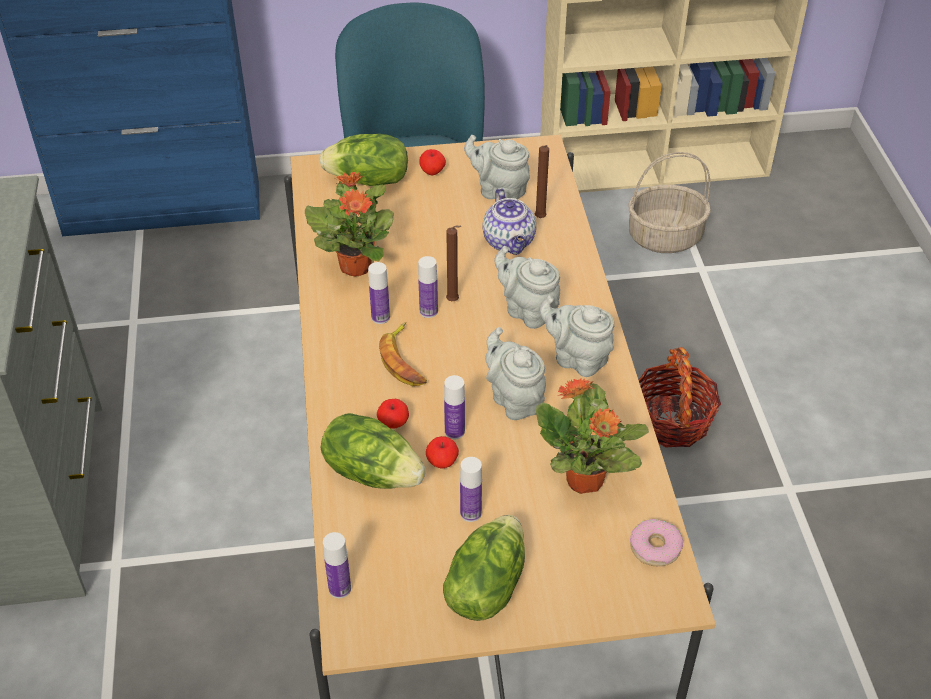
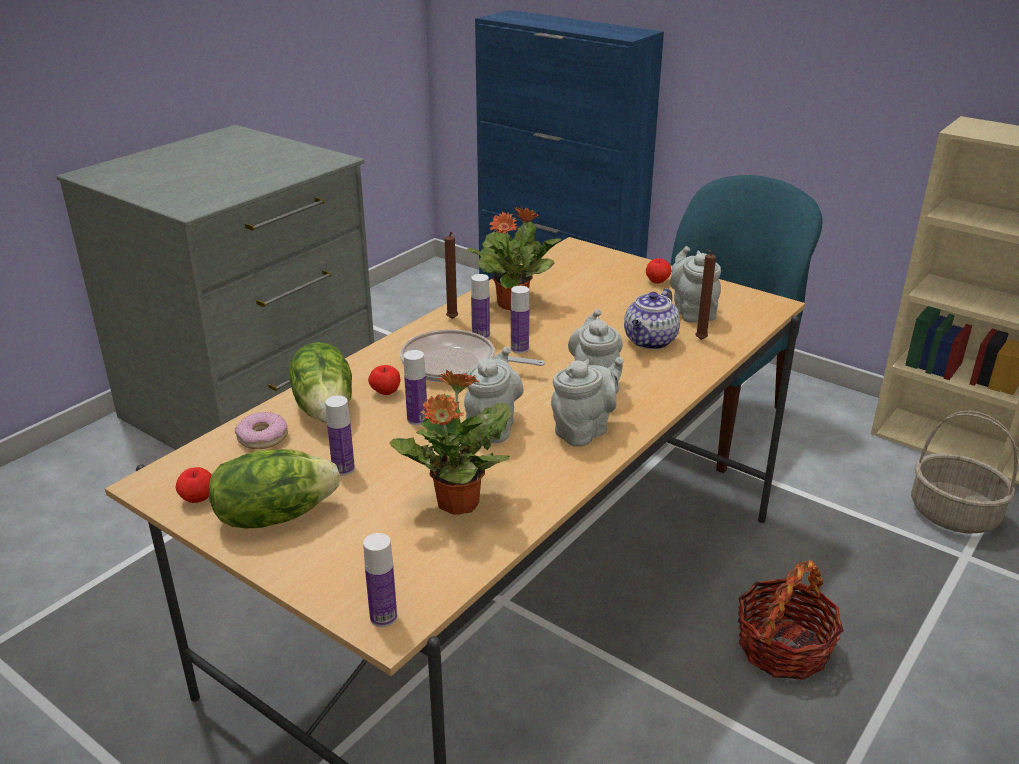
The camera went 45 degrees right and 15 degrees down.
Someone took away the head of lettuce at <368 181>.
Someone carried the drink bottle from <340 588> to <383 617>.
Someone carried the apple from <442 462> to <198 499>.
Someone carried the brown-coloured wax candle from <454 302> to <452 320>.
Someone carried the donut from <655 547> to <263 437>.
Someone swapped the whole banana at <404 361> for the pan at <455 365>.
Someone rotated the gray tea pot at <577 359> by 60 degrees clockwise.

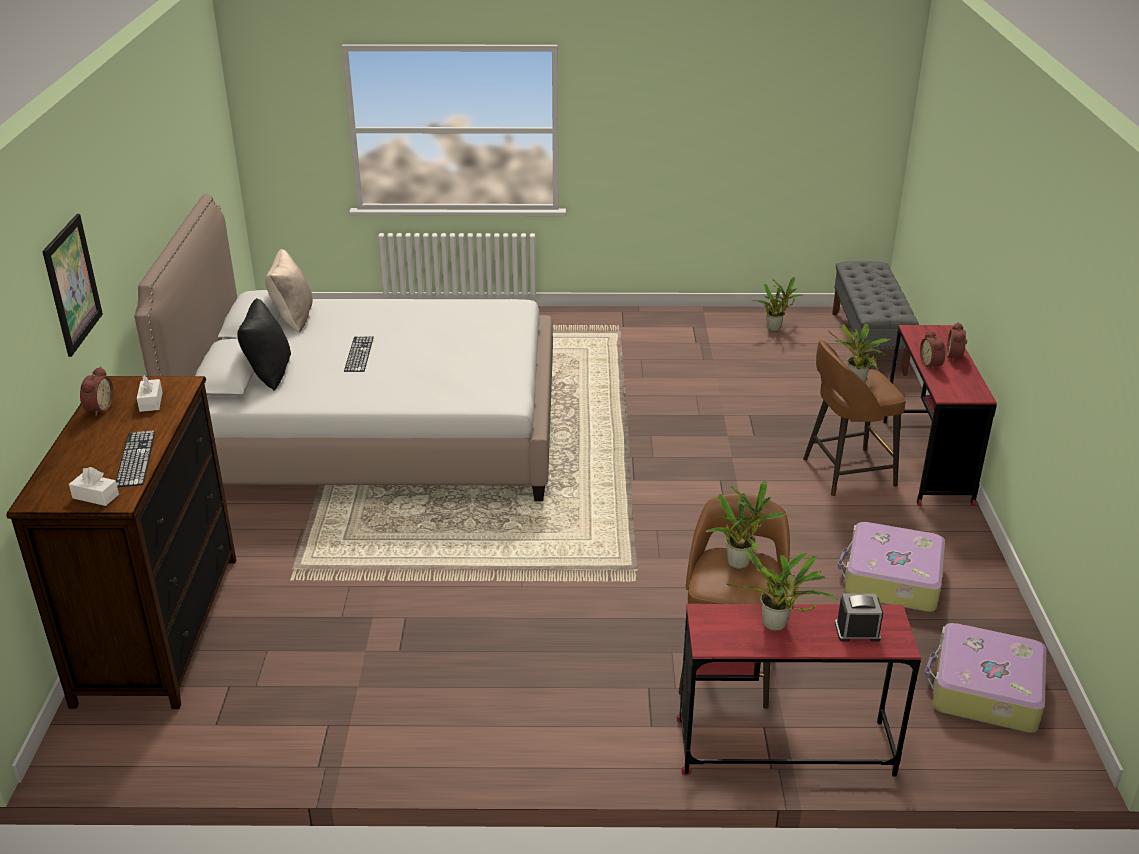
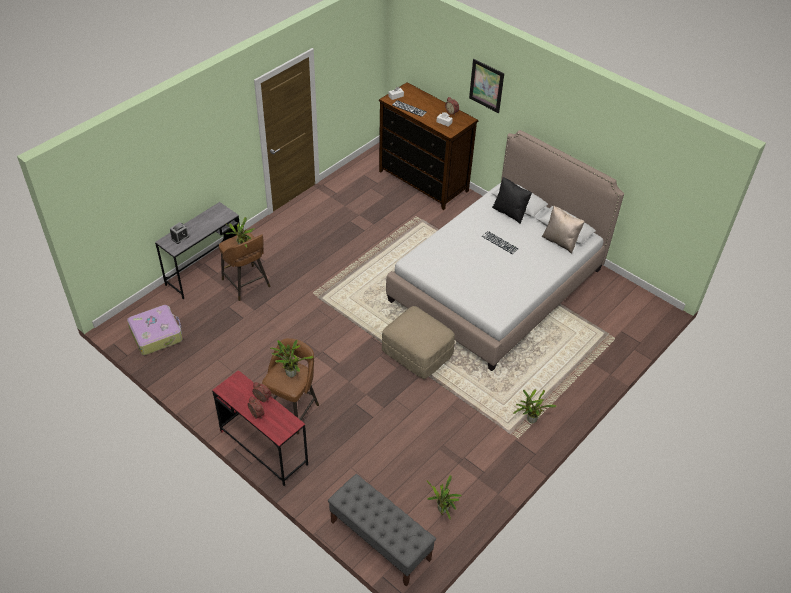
The camera went 130 degrees right and 15 degrees up.
Someone took away the travel case at <891 579>.
Someone put down the sand-coloured ottoman at <417 353>.
Someone carried the plant in a pot from <777 626> to <530 419>.
Someone repainted the reddish desk unit at <784 748>, which became the gray desk unit at <205 271>.

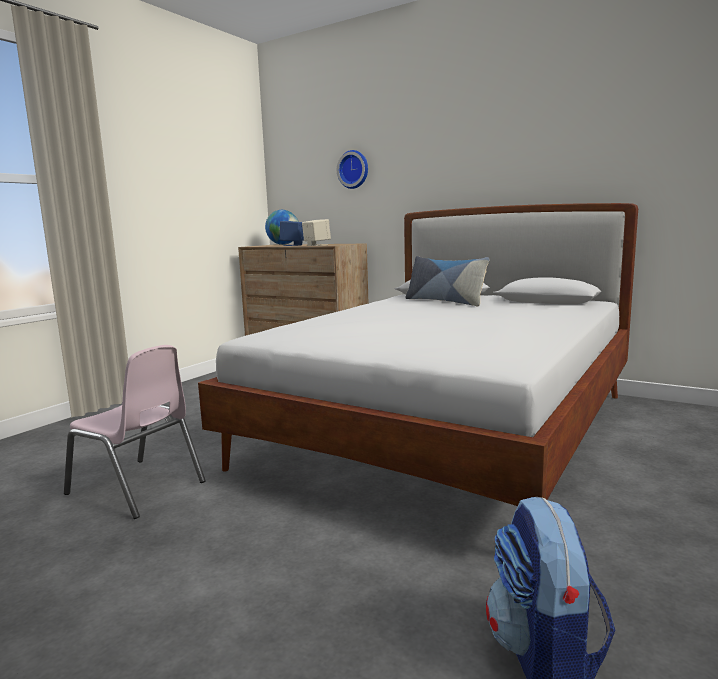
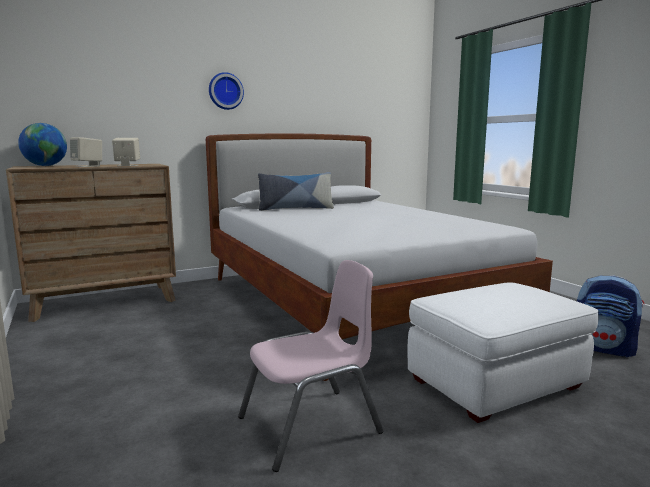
The camera went 60 degrees left and 0 degrees up.
Someone put down the white ottoman at <496 383>.
Someone carried the hanging clock from <354 169> to <225 91>.
Someone repainted the bluish audio speaker at <293 245>, which became the sand-coloured audio speaker at <88 166>.

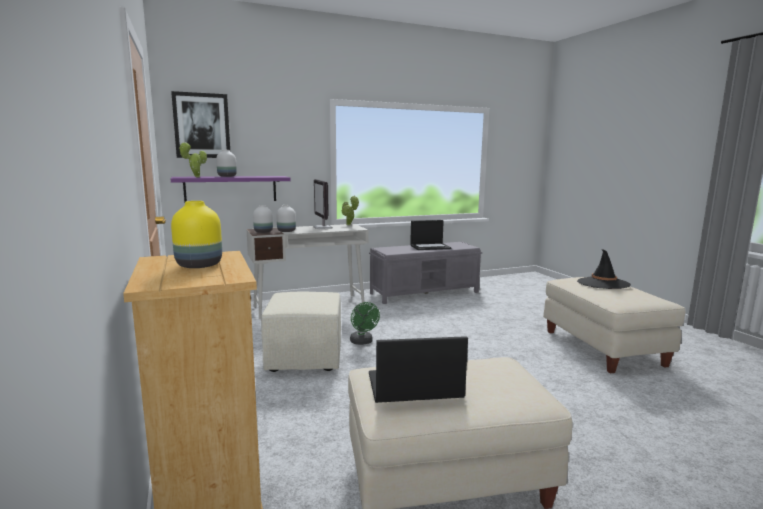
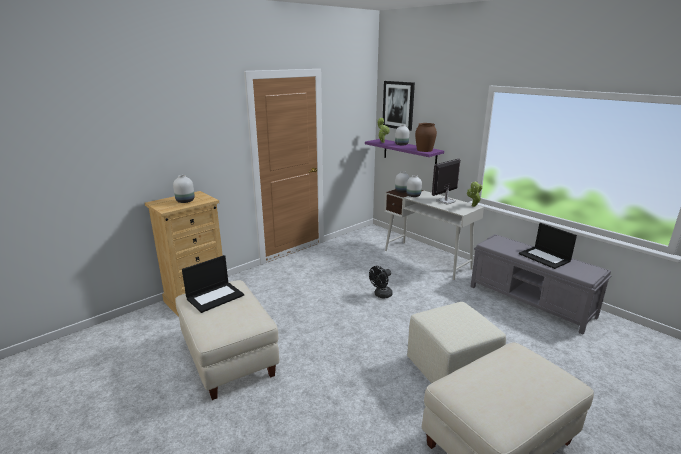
The camera went 70 degrees right and 10 degrees up.
Someone took away the black hat at <603 283>.
Someone put down the brown-coloured vase at <424 150>.
Someone carried the sand-coloured ottoman from <304 358> to <451 369>.
Someone repainted the yellow-coloured vase at <198 266>, which became the white vase at <185 201>.
Someone repainted the green cooling fan at <363 342>, which became the black cooling fan at <381 295>.
Someone rotated the portable computer at <413 386> by 75 degrees clockwise.

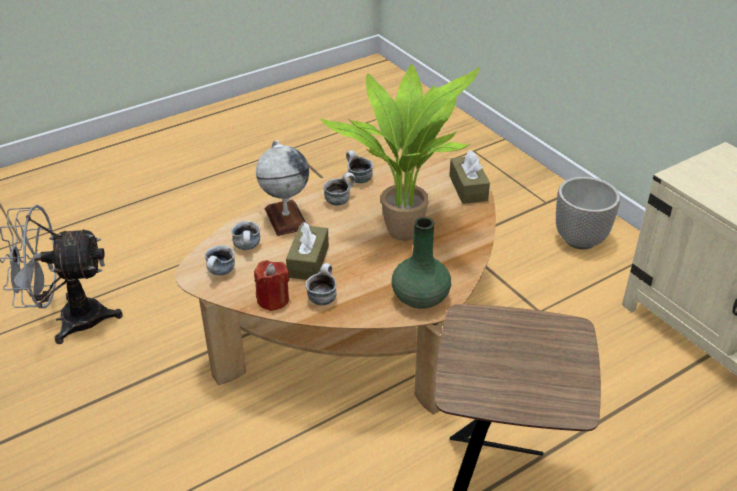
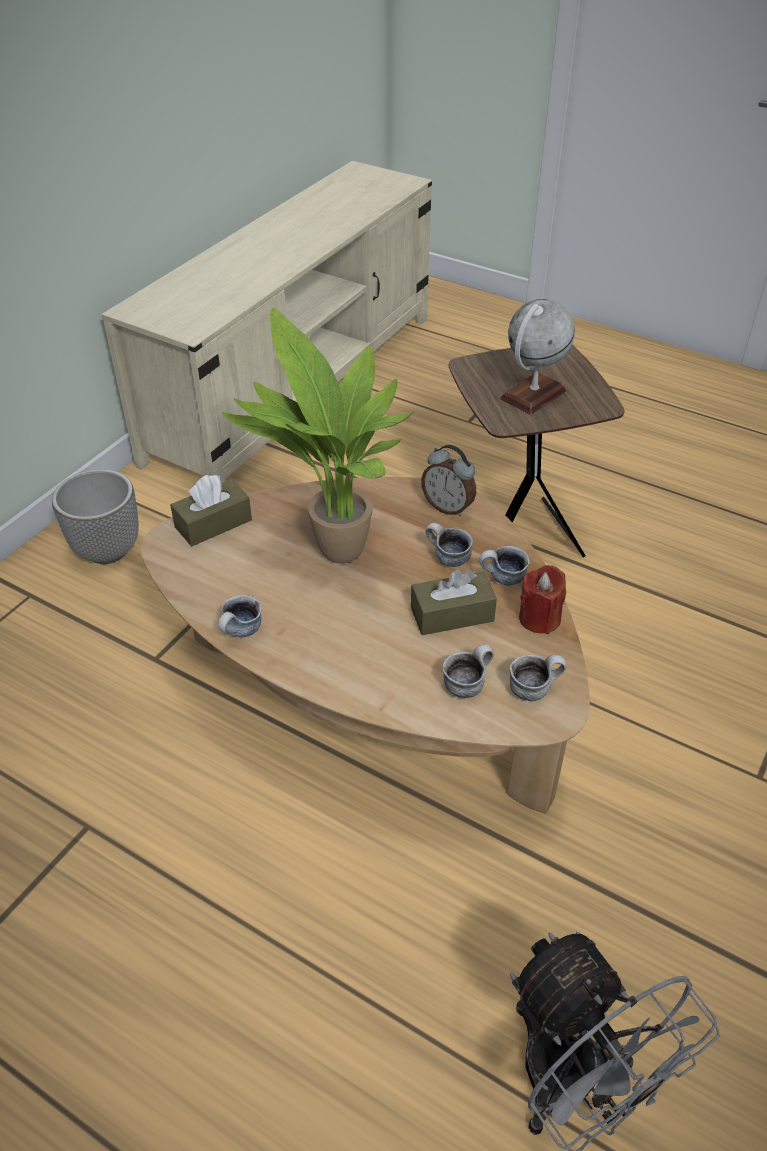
The camera went 115 degrees left and 5 degrees up.
Someone carried the desk globe from <286 218> to <533 395>.
Someone carried the tea mug from <339 199> to <447 559>.
Someone swapped the green vase at <420 298> for the bedside clock at <448 507>.

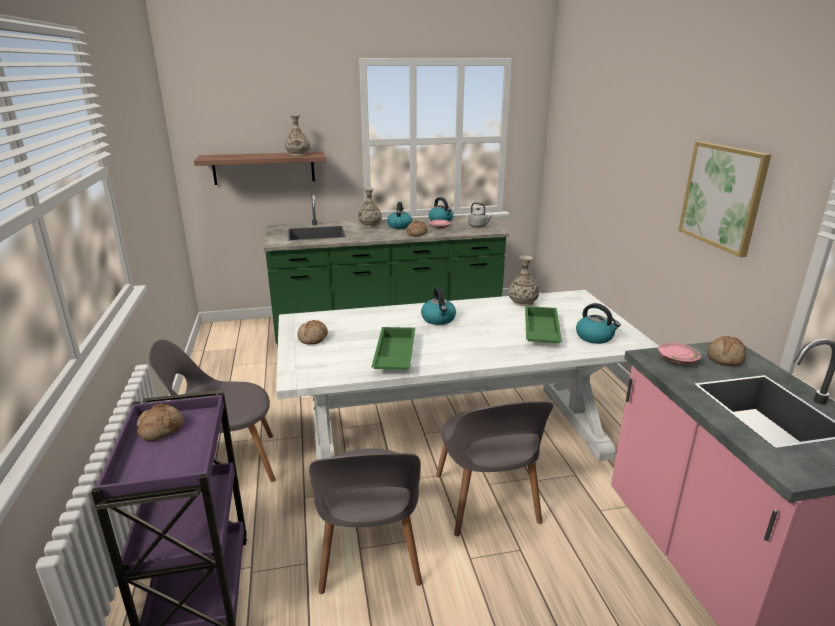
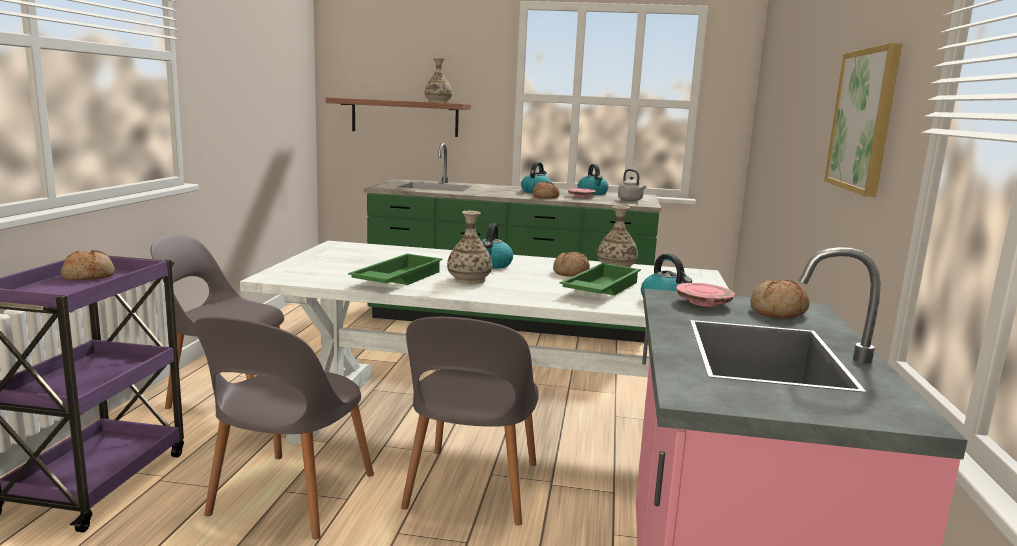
The camera went 20 degrees right and 10 degrees down.
Someone carried the bakery bread from <313 338> to <571 273>.
Someone carried the vase from <370 224> to <469 280>.

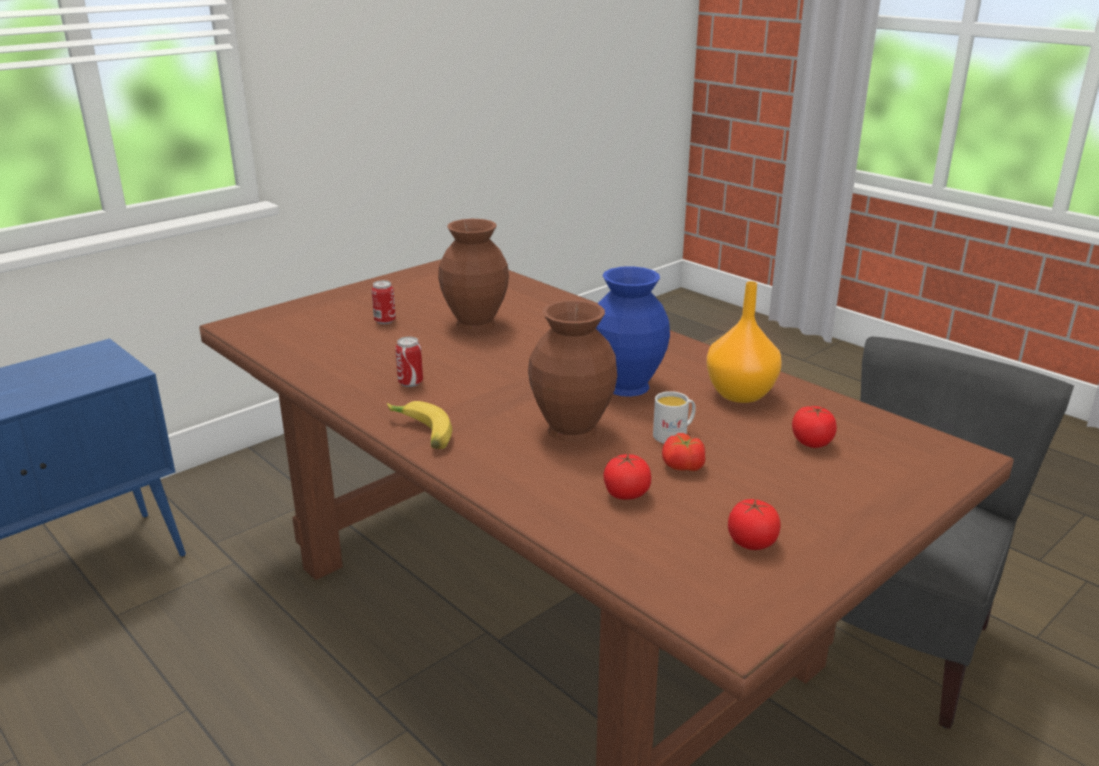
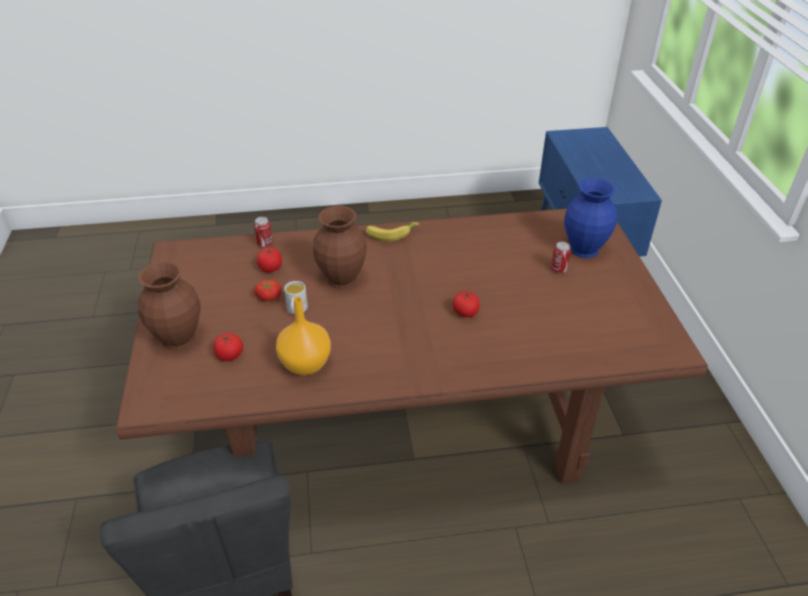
The camera went 125 degrees right and 15 degrees up.
Someone carried the metal can from <410 383> to <265 244>.
Someone carried the brown-coloured vase from <474 323> to <180 339>.
Someone carried the bluish vase from <627 385> to <584 250>.
Someone carried the fresh tomato from <751 542> to <465 312>.

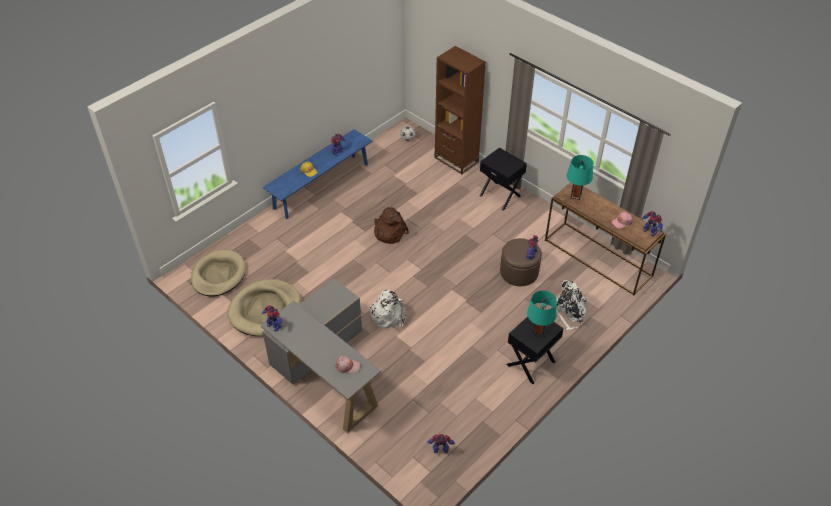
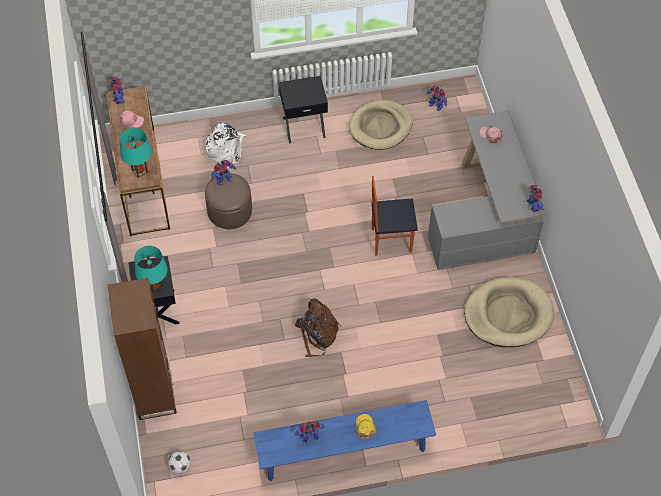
The camera went 145 degrees left and 10 degrees up.
Someone carried the sand-coloured pet bed from <218 275> to <380 127>.
Someone carried the blue-green table lamp from <538 332> to <155 287>.
Someone swapped the white backpack at <388 315> for the plain chair at <391 240>.

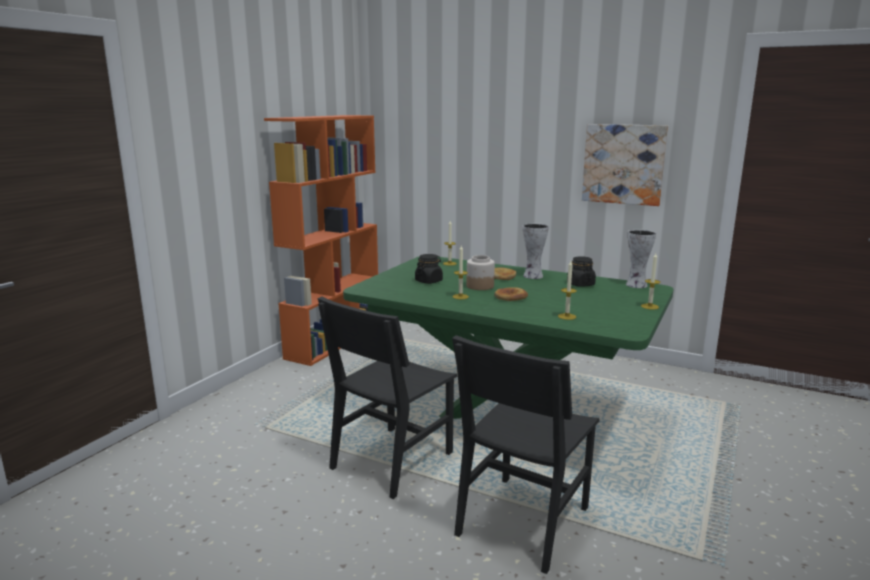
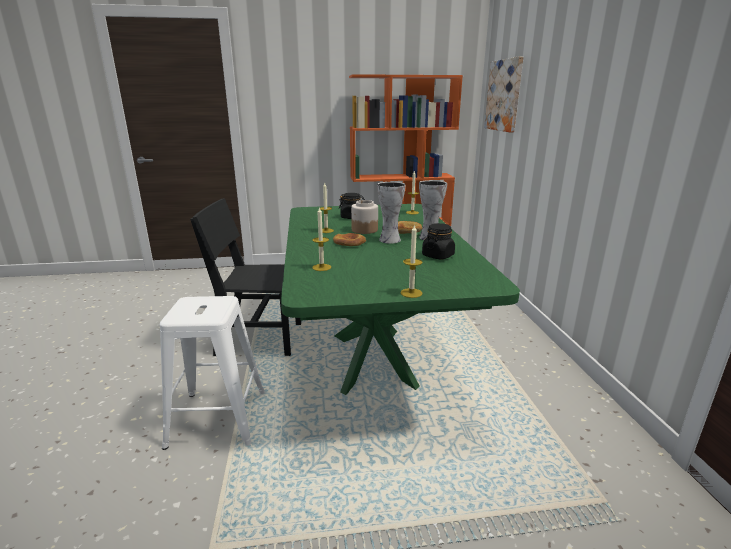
The camera went 55 degrees right and 5 degrees up.
Someone carried the wall art from <623 164> to <504 95>.
Someone carried the vase from <635 285> to <388 240>.
Someone swapped the black plain chair at <522 521> for the white stool at <217 417>.

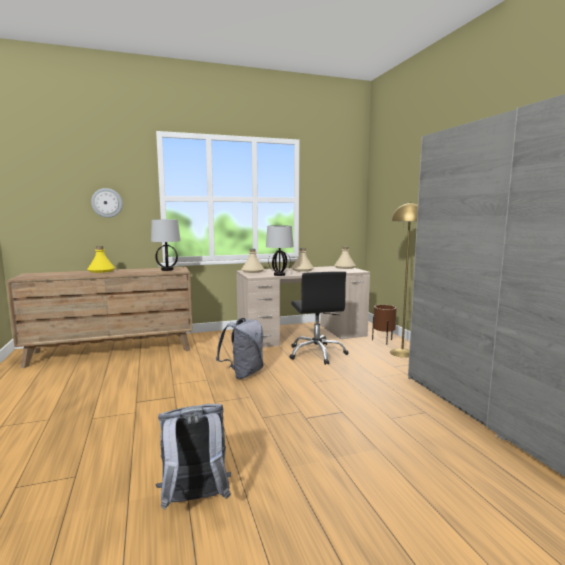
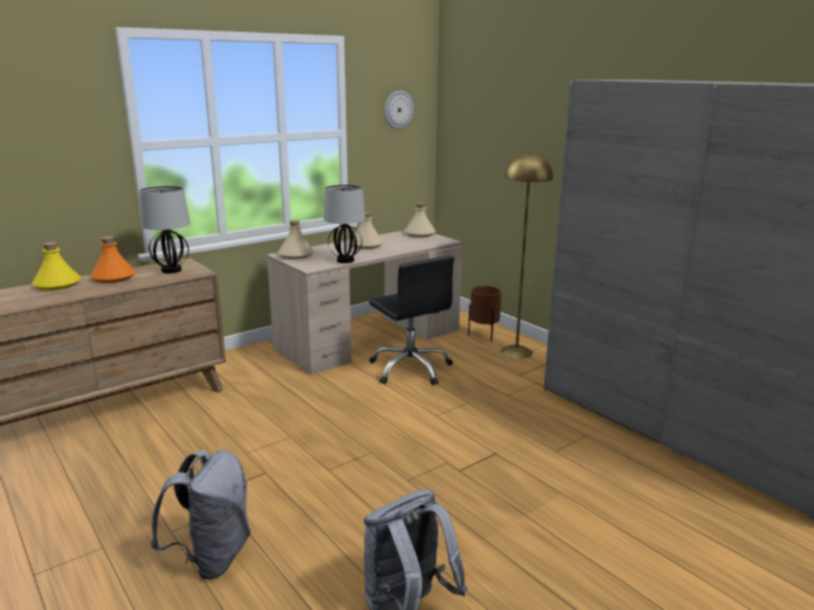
The camera went 20 degrees left and 10 degrees up.
Someone put down the orange-coloured drink bottle at <113 278>.
Someone carried the hanging clock from <107 203> to <398 109>.
Someone carried the gray backpack from <243 373> to <212 557>.

